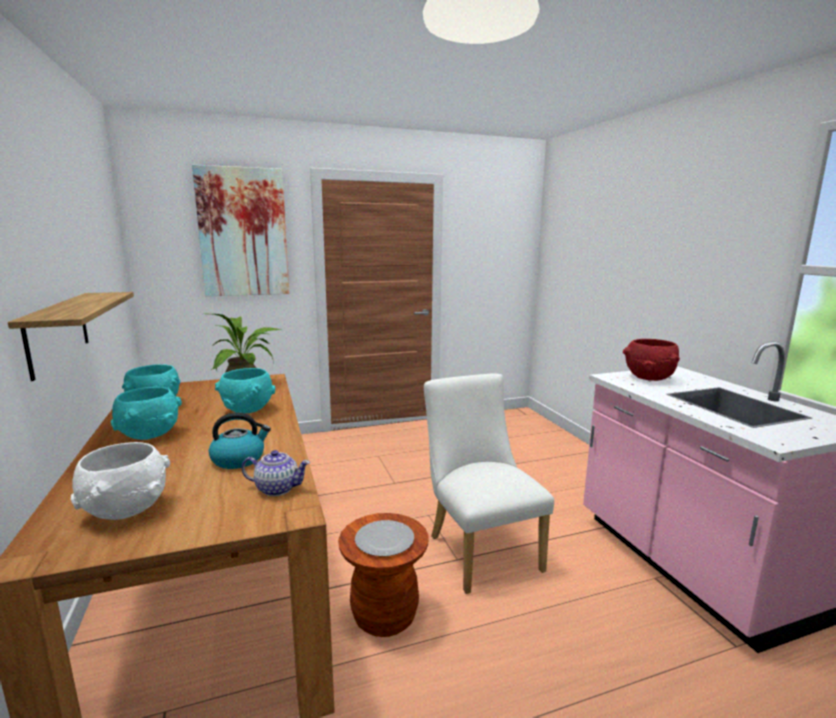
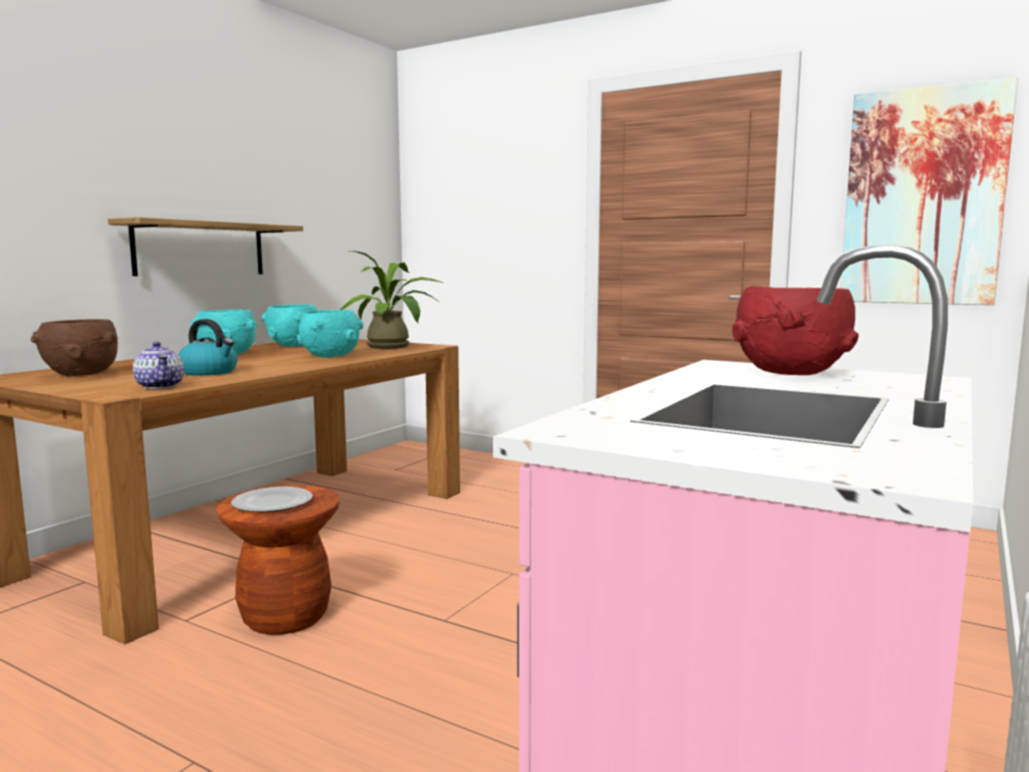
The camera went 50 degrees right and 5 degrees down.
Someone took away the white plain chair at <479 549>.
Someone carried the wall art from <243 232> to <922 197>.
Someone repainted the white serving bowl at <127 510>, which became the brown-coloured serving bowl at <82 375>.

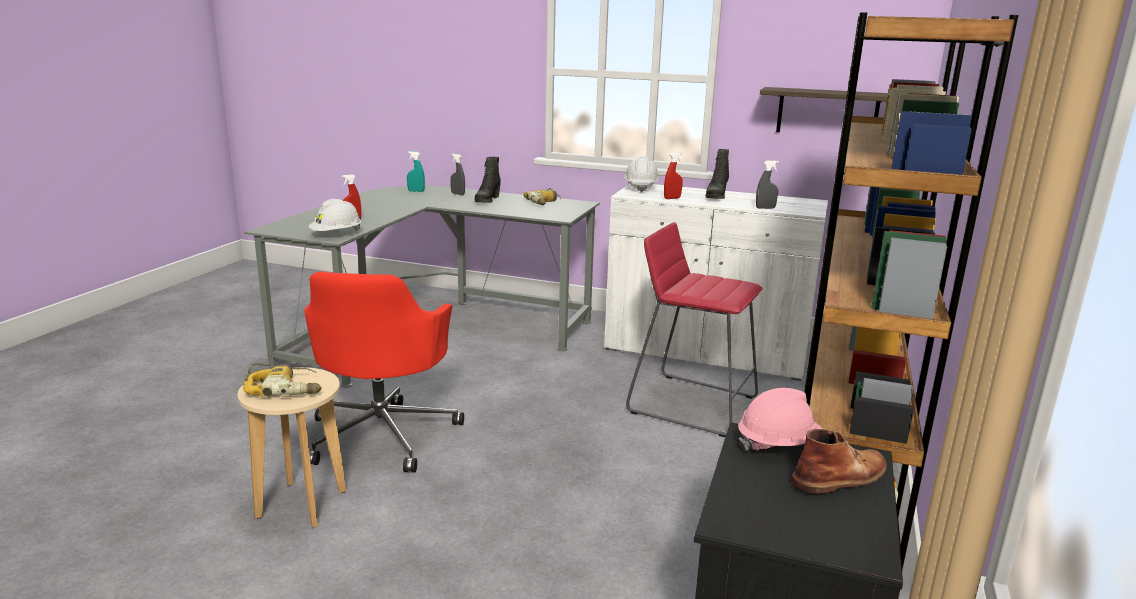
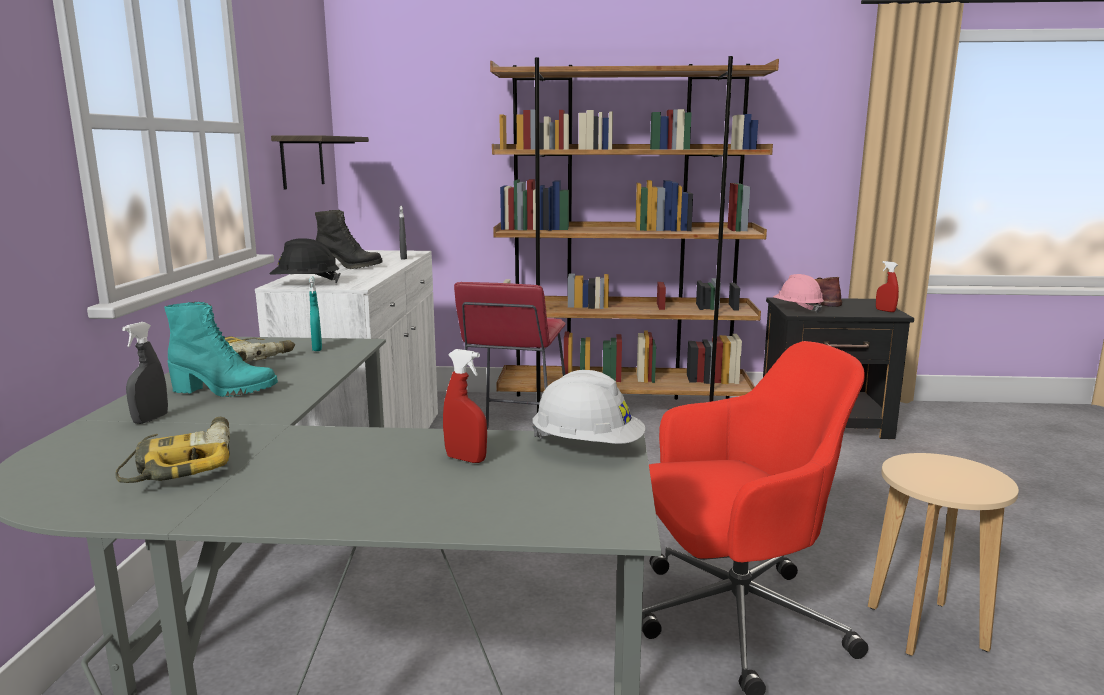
The camera went 105 degrees left and 5 degrees down.
Someone carried the power drill from <284 388> to <182 463>.
Someone carried the blue-green sprayer from <416 191> to <317 349>.
Someone carried the reddish sprayer from <672 198> to <885 311>.
Someone repainted the black tall boot at <487 200>, which became the blue-green tall boot at <224 391>.
Someone repainted the white hard hat at <640 188>, which became the black hard hat at <305 284>.

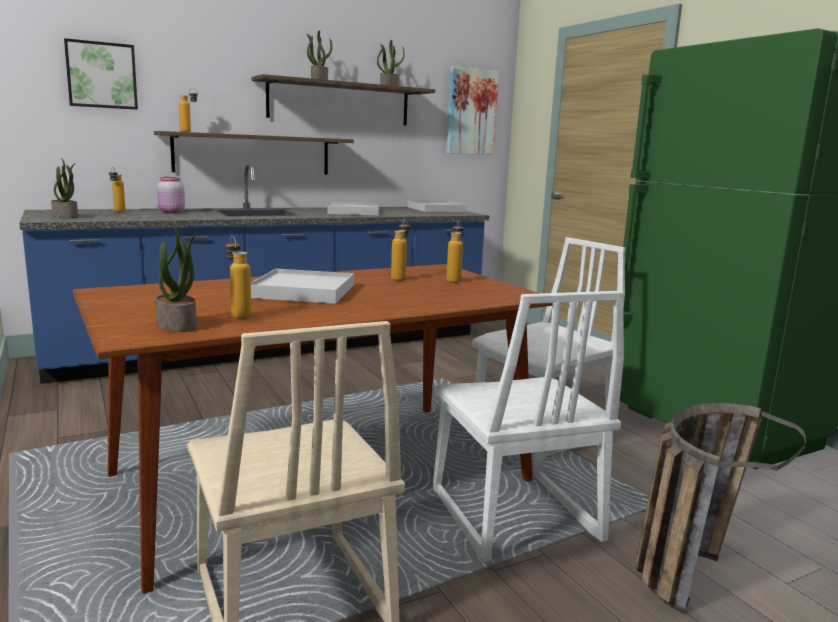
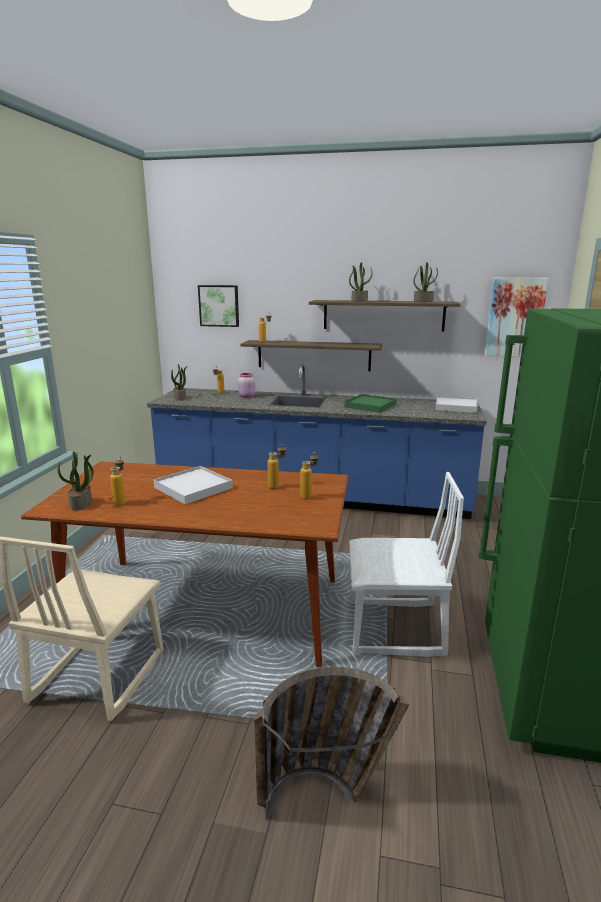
The camera went 40 degrees right and 5 degrees up.
Someone took away the white plain chair at <512 516>.
Someone repainted the white carrying tray at <352 212>, which became the green carrying tray at <370 405>.

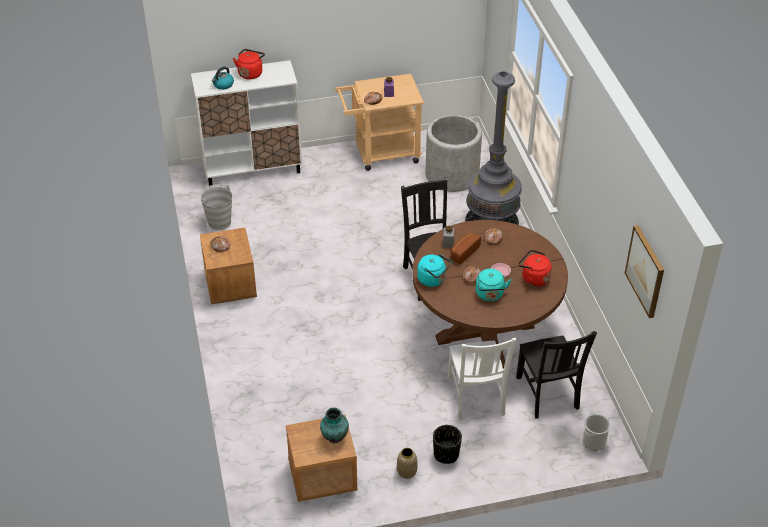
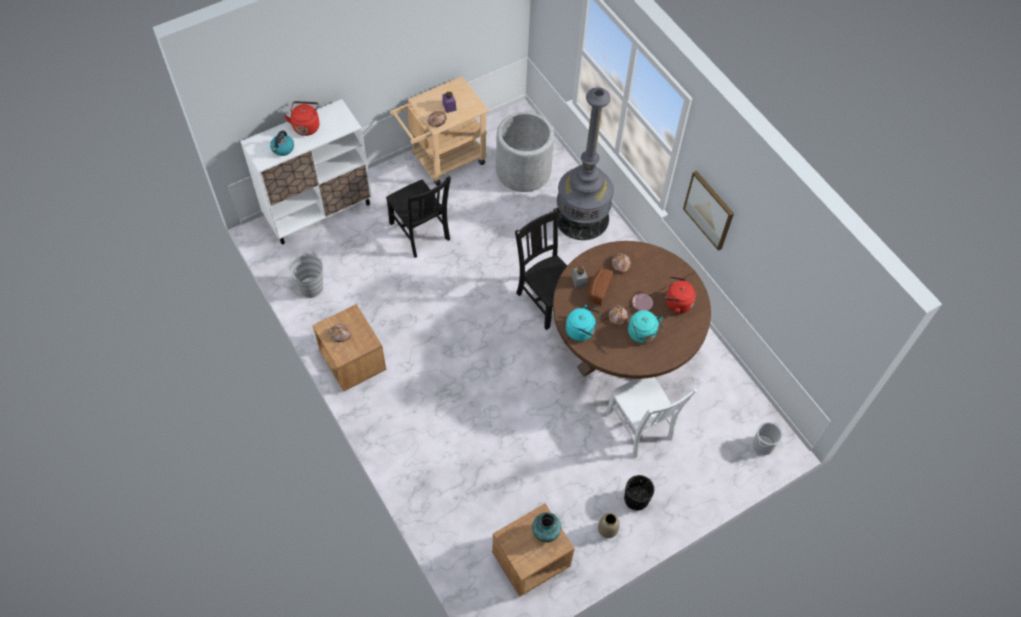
The camera went 20 degrees left and 15 degrees up.
Someone carried the black plain chair from <548 394> to <420 233>.
Someone carried the wall art from <645 271> to <709 210>.

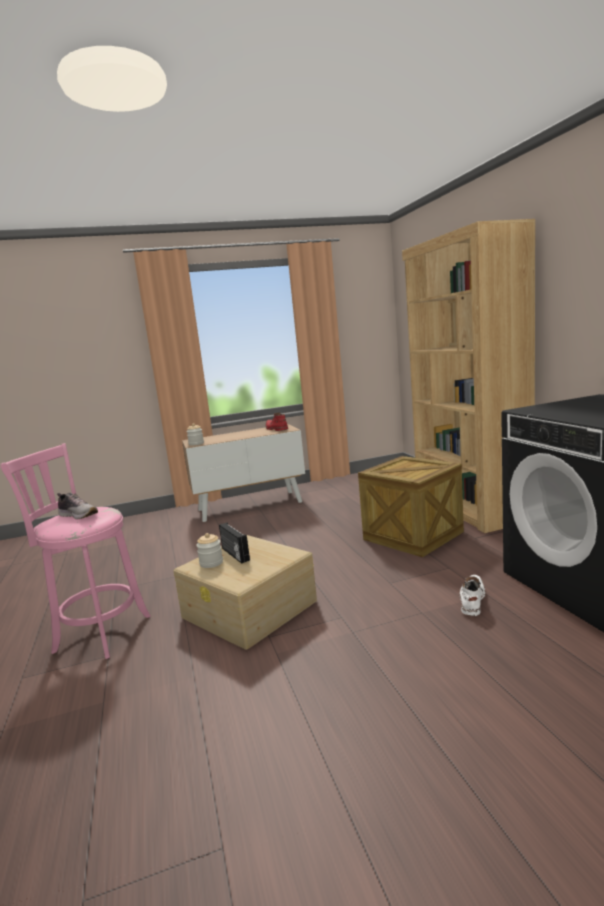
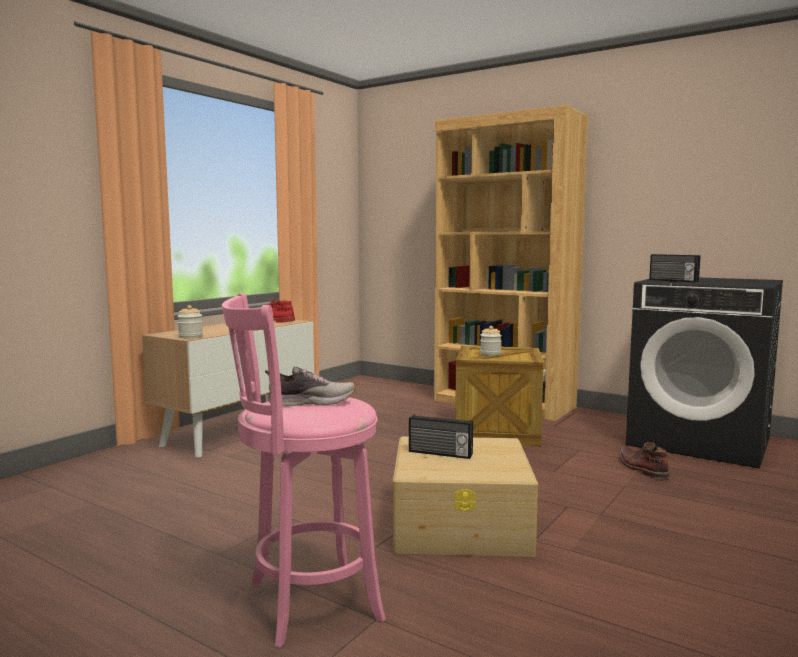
The camera went 40 degrees left and 5 degrees down.
Someone put down the radio at <673 281>.
Someone carried the jar from <211 563> to <490 354>.
Someone repainted the white tall boot at <471 600>, which became the brown-coloured tall boot at <641 468>.

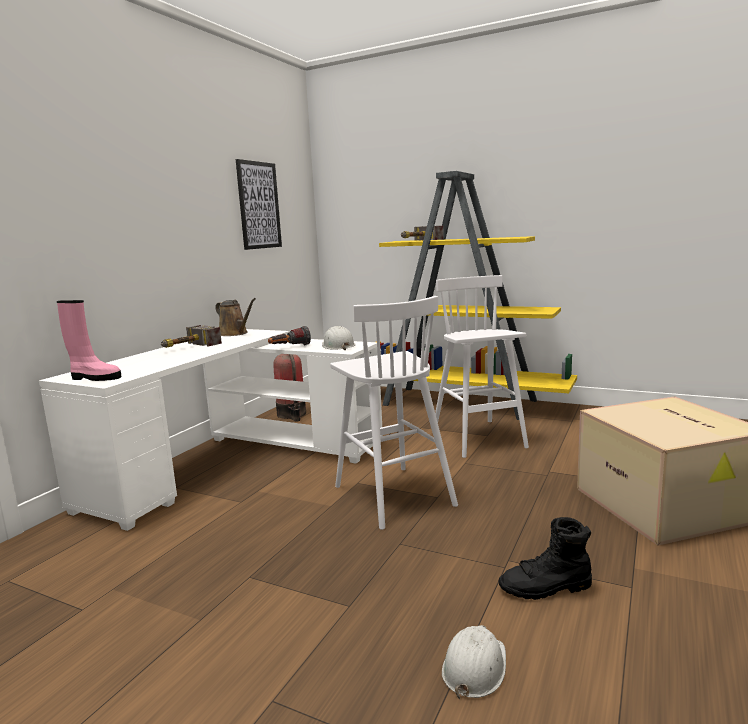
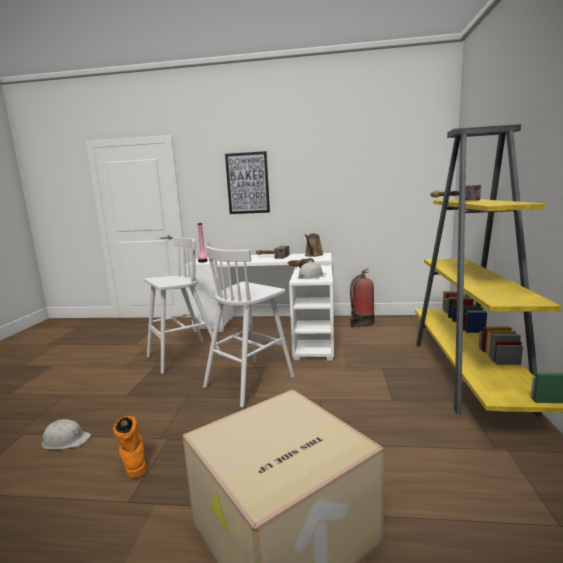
The camera went 70 degrees right and 0 degrees up.
Someone carried the wall art from <259 205> to <247 183>.
Someone carried the white stool from <479 439> to <182 356>.
Someone repainted the black tall boot at <546 588>, which became the orange-coloured tall boot at <133 458>.

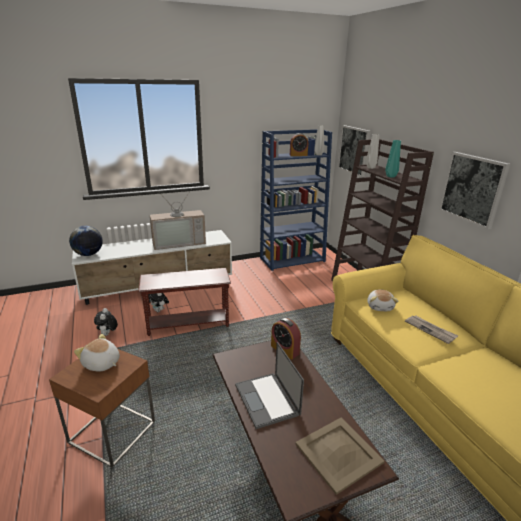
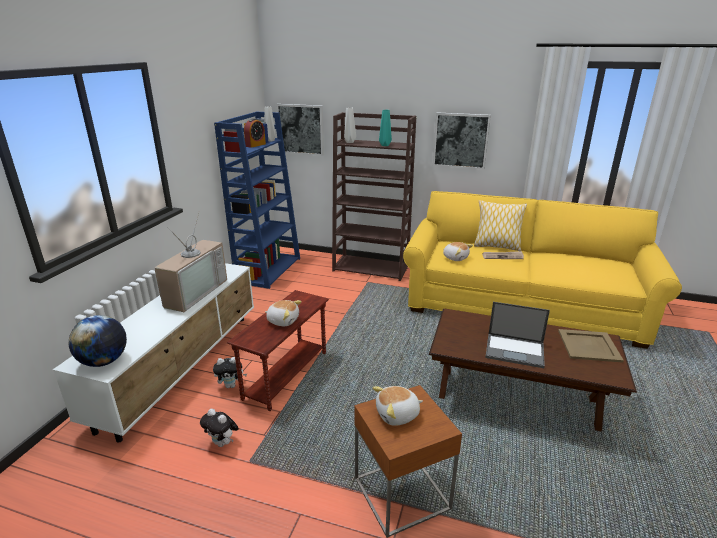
The camera went 50 degrees left and 0 degrees up.
Someone took away the bedside clock at <285 350>.
Someone put down the plush toy at <283 320>.
Someone put down the pillow at <496 246>.

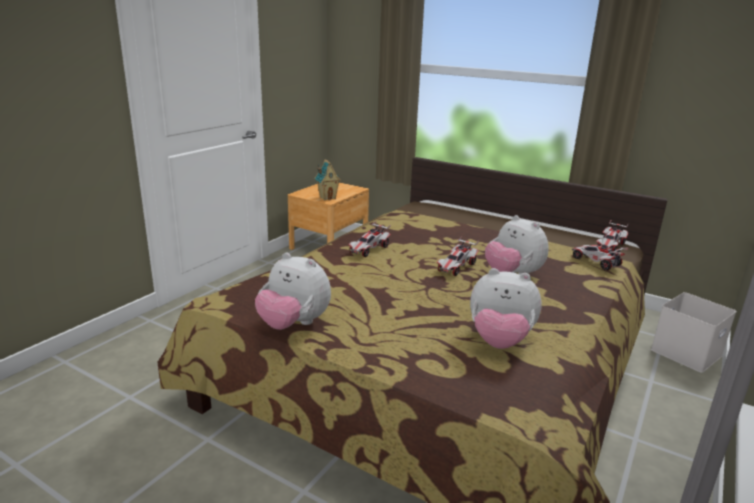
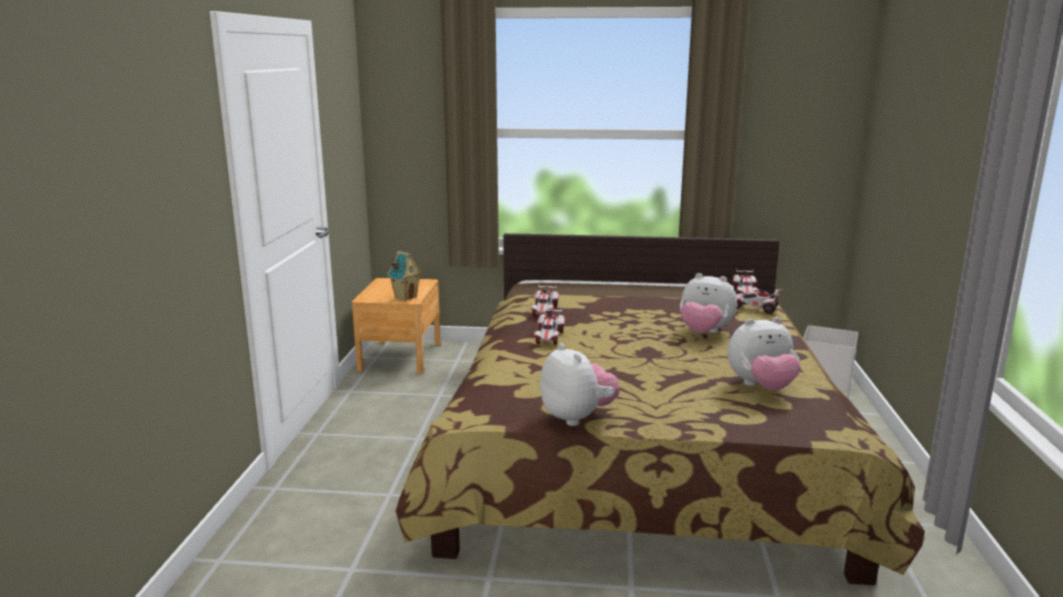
The camera went 25 degrees left and 5 degrees down.
Someone carried the miniature car from <456 267> to <544 311>.
Someone rotated the plush toy at <294 324> by 120 degrees counterclockwise.

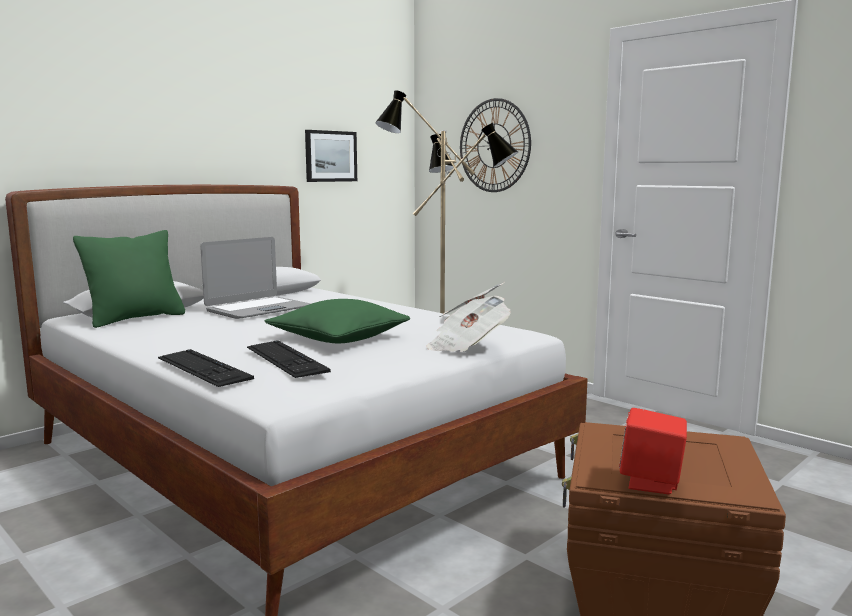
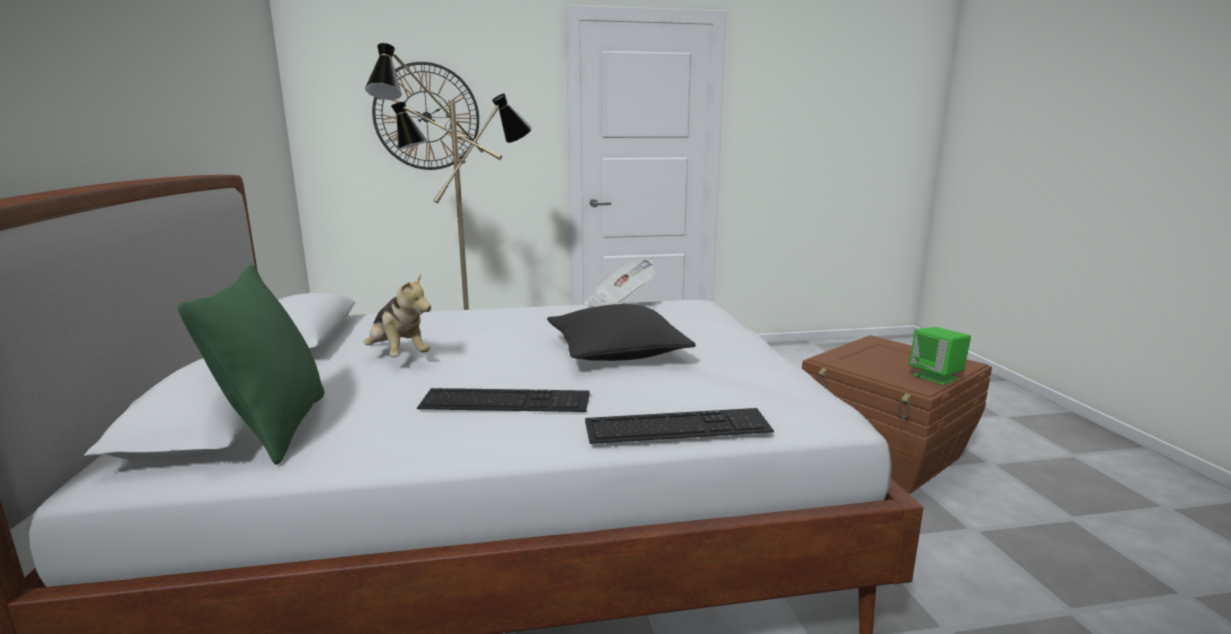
The camera went 55 degrees left and 5 degrees up.
Someone took away the wall art at <330 156>.
Someone took away the daily paper at <467 346>.
Someone carried the keyboard from <286 359> to <505 401>.
Someone swapped the portable computer at <258 309> for the plush toy at <397 356>.
Someone repainted the green pillow at <339 338>, which became the black pillow at <616 353>.
Someone repainted the reddish audio speaker at <651 482>, which became the green audio speaker at <936 377>.

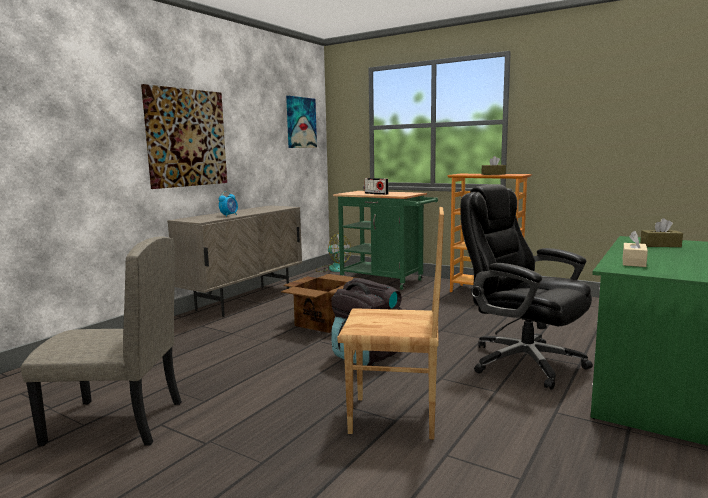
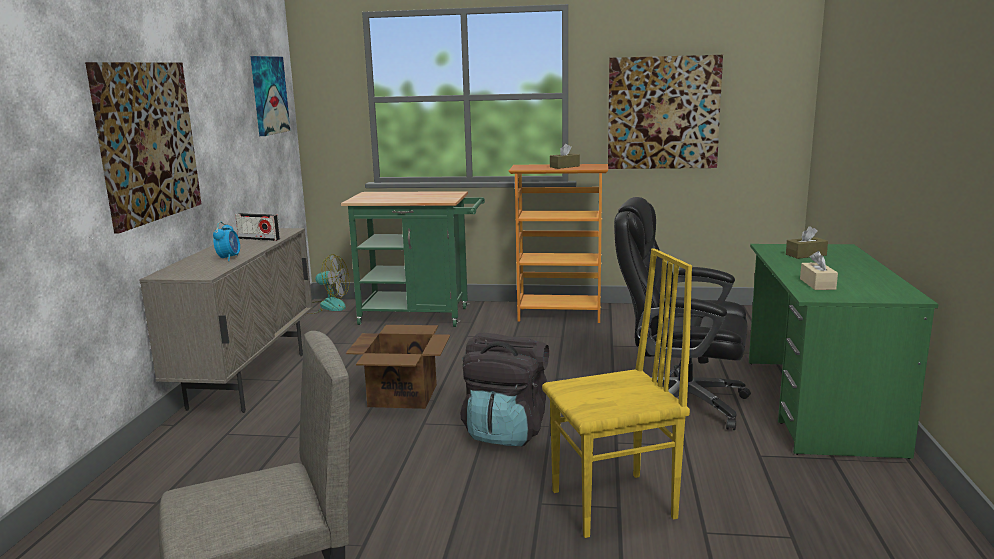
The camera went 25 degrees left and 5 degrees up.
Someone put up the wall art at <663 113>.
Someone carried the radio from <376 194> to <259 239>.
Someone repainted the brown-coloured plain chair at <394 418>, which became the yellow-coloured plain chair at <615 505>.

